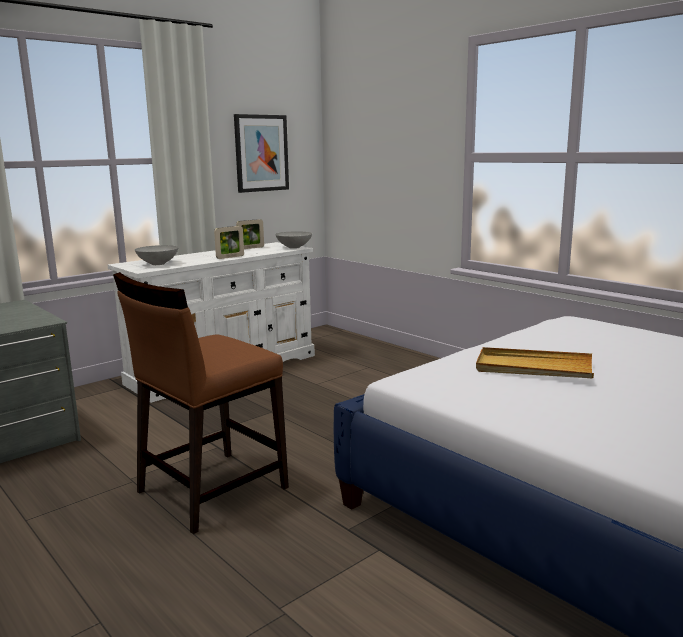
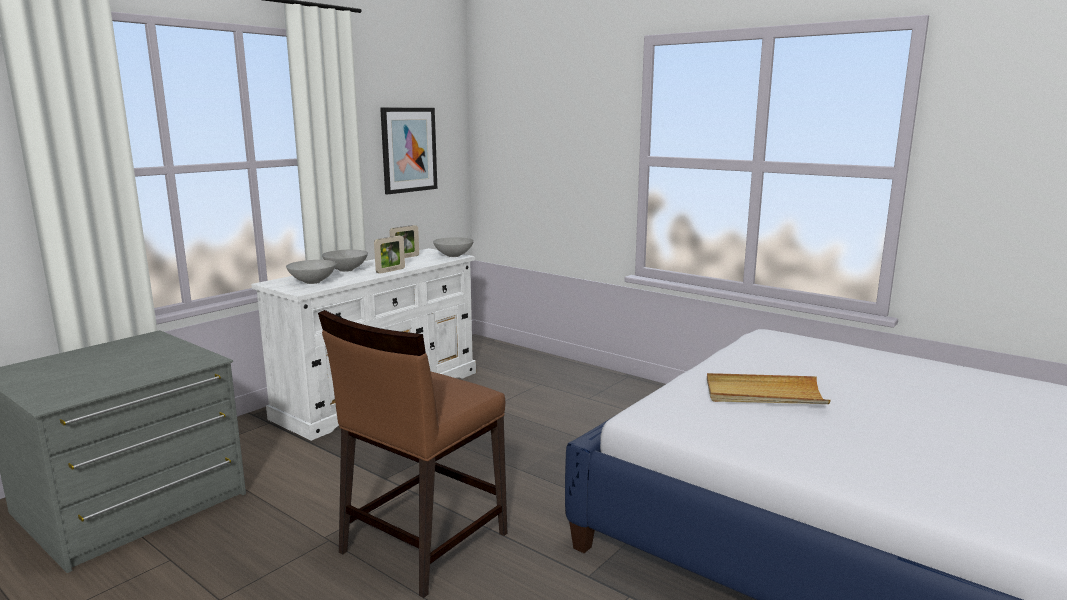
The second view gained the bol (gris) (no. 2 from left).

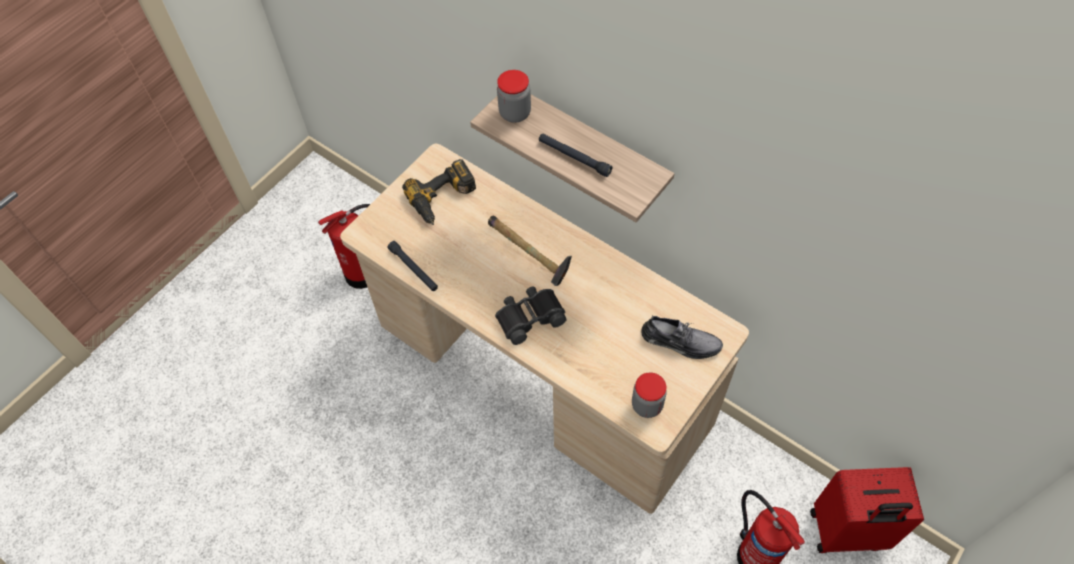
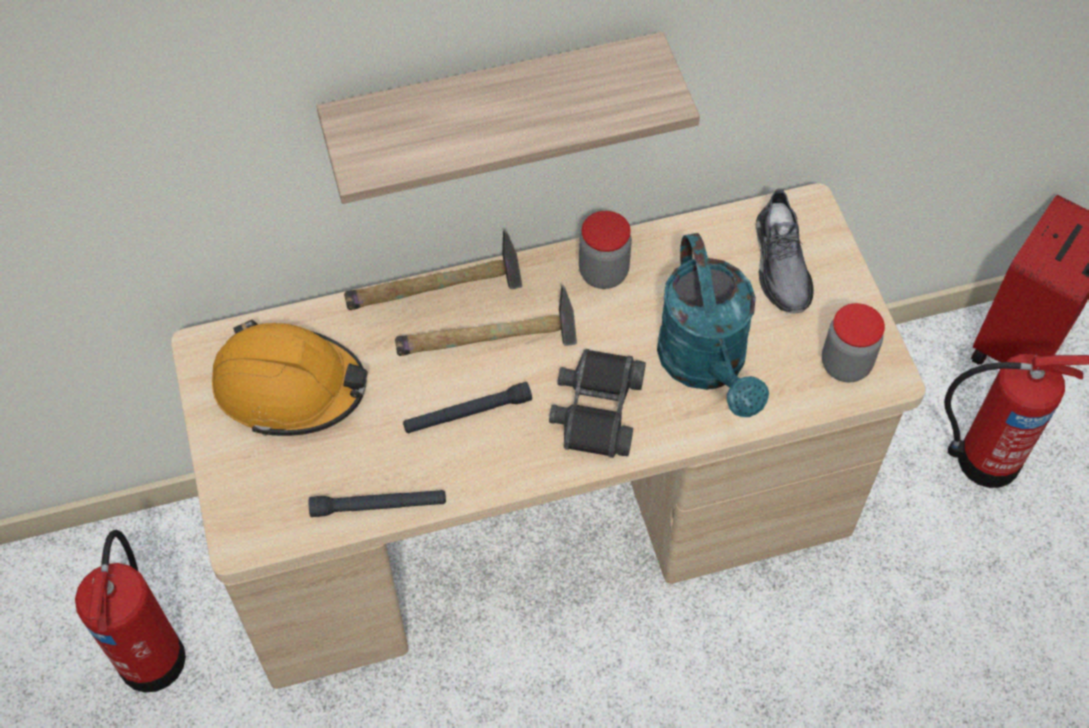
Where the perceuse stood, the casque de chantier (orange) came to stand. The bocal (no. 1 from left) ended up elsewhere. The lampe de poche (noir) (no. 2 from left) ended up elsewhere. The chaussure (gris) ended up facing another way, 120 degrees clockwise from before. The second view gained the marteau (no. 1 from left). The second view gained the arrosoir (turquoise).

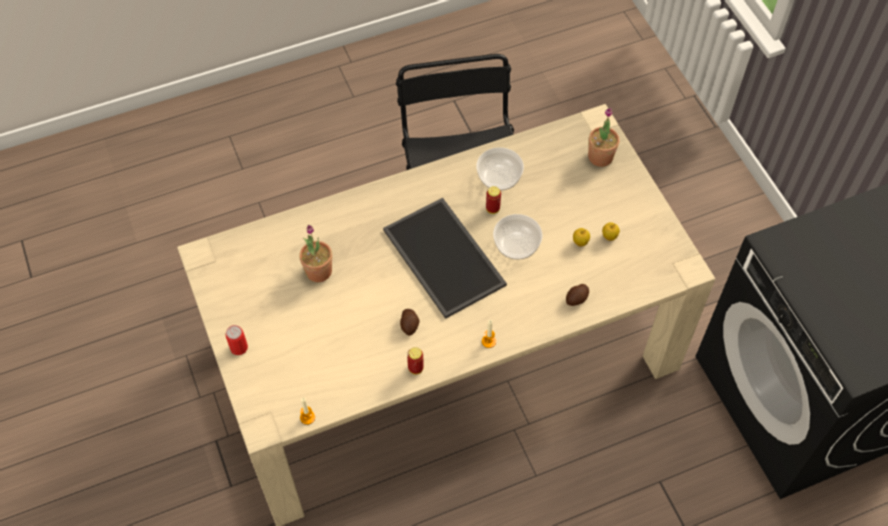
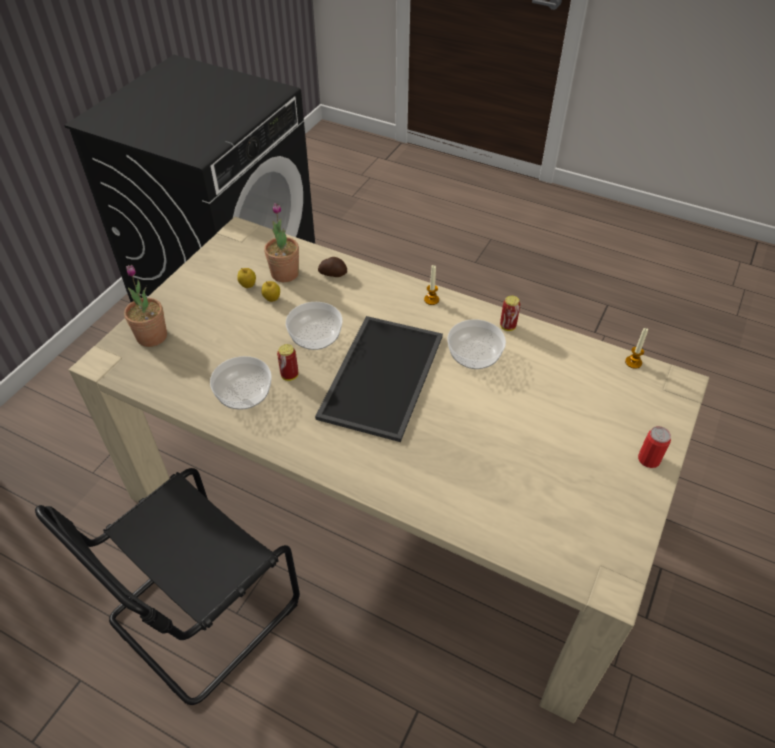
The plante en pot (no. 1 from left in the first image) ended up elsewhere. Where the pomme de terre (no. 1 from left) stood, the bol (no. 3 from left) came to stand.

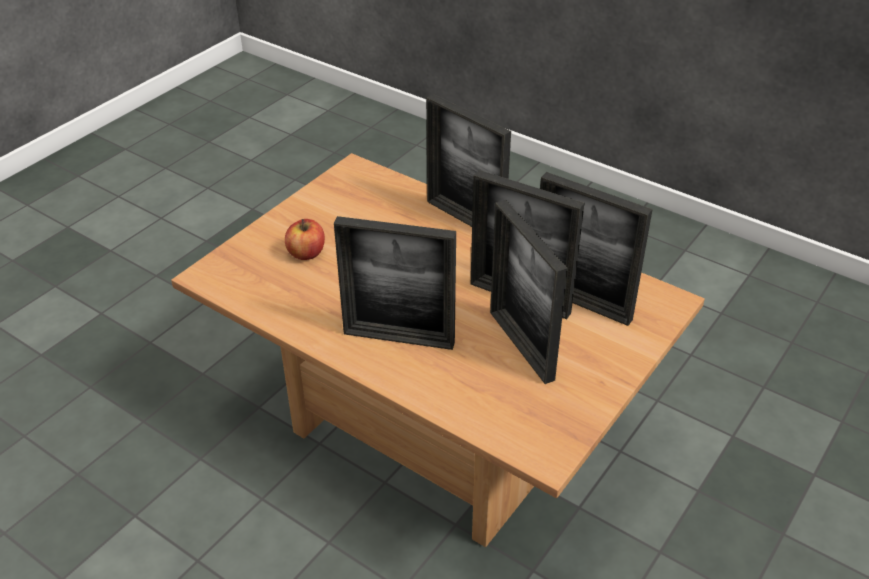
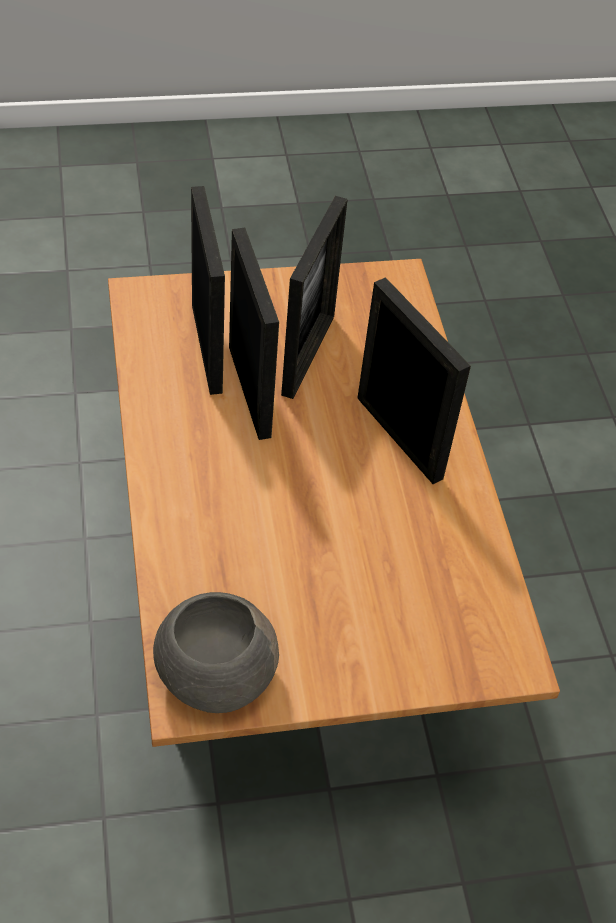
The second view lost the pomme. The second view lost the cadre photo (no. 2 from left). The second view gained the bol (gris).

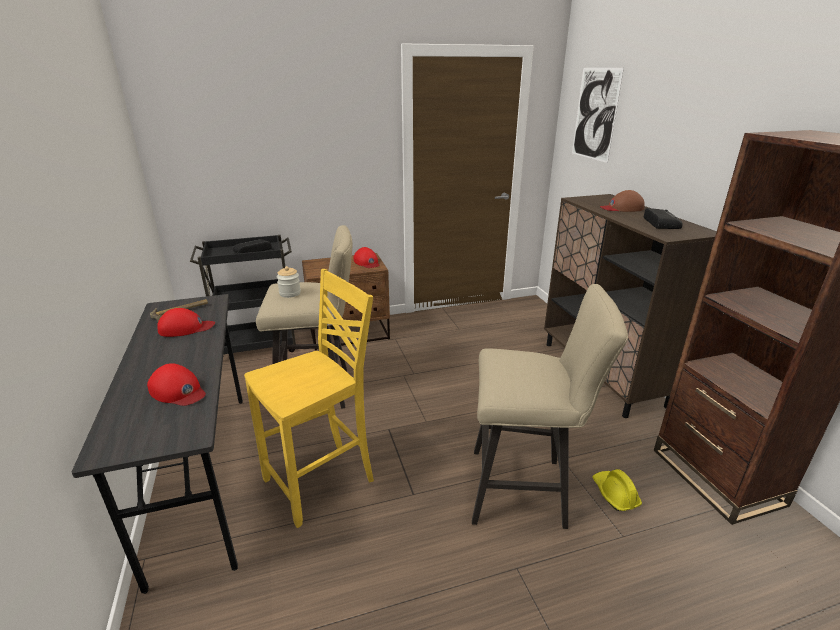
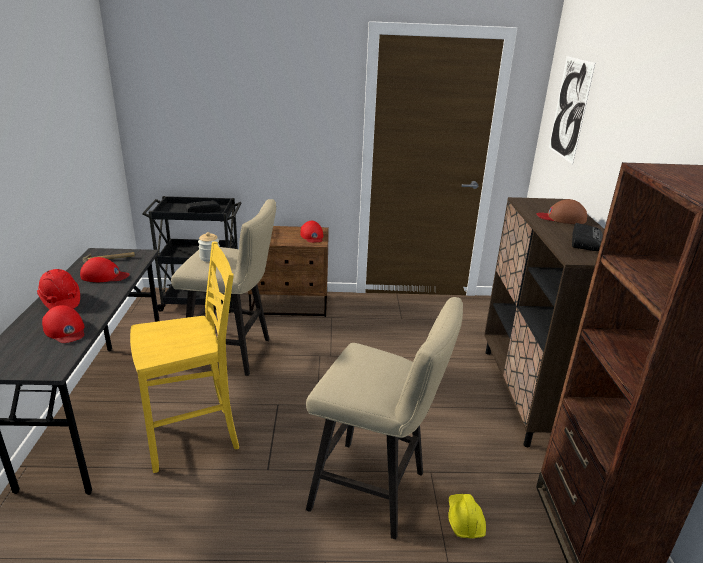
The second view gained the casque de chantier (rouge).

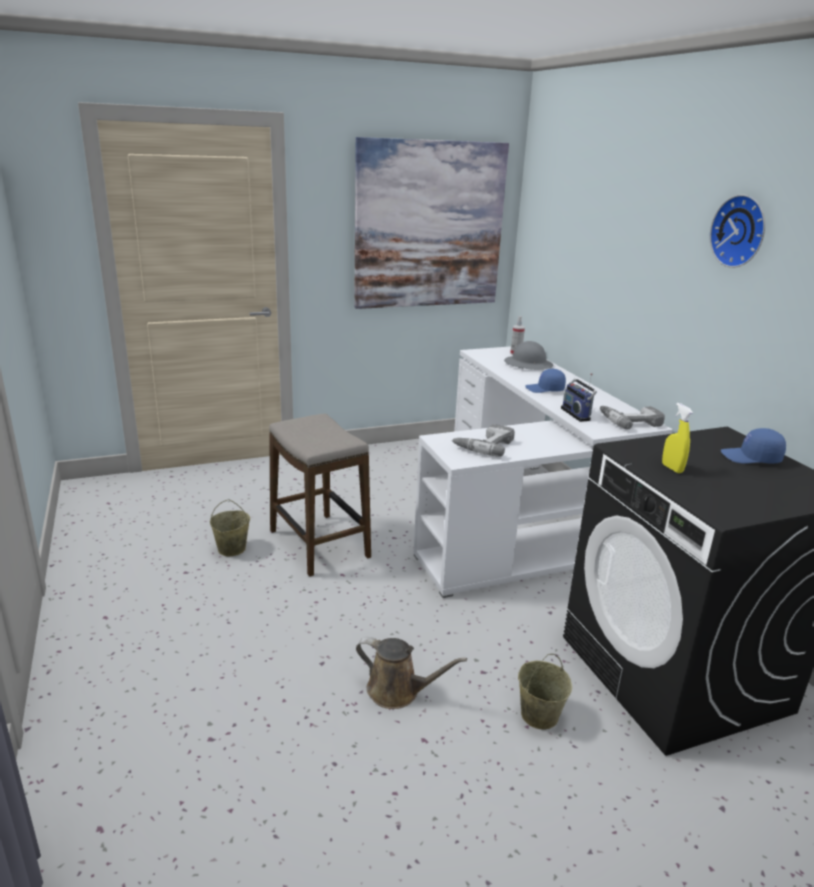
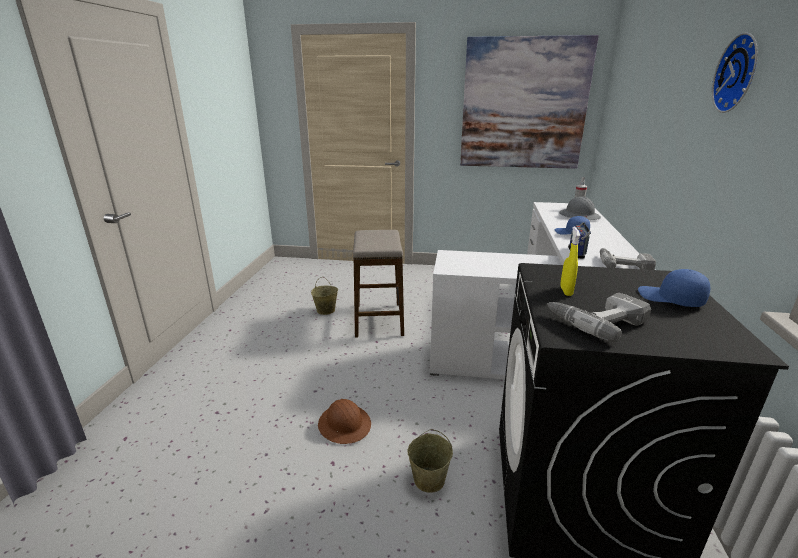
Where the arrosoir (marron) stood, the casque de chantier (marron) came to stand. The perceuse (no. 1 from left) ended up elsewhere.

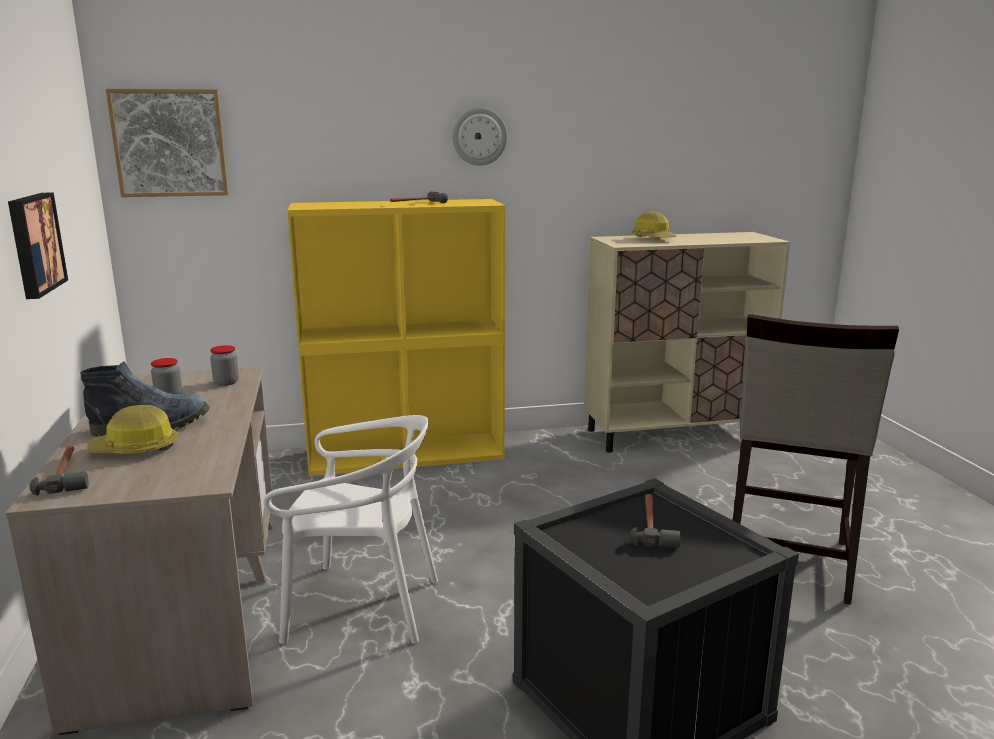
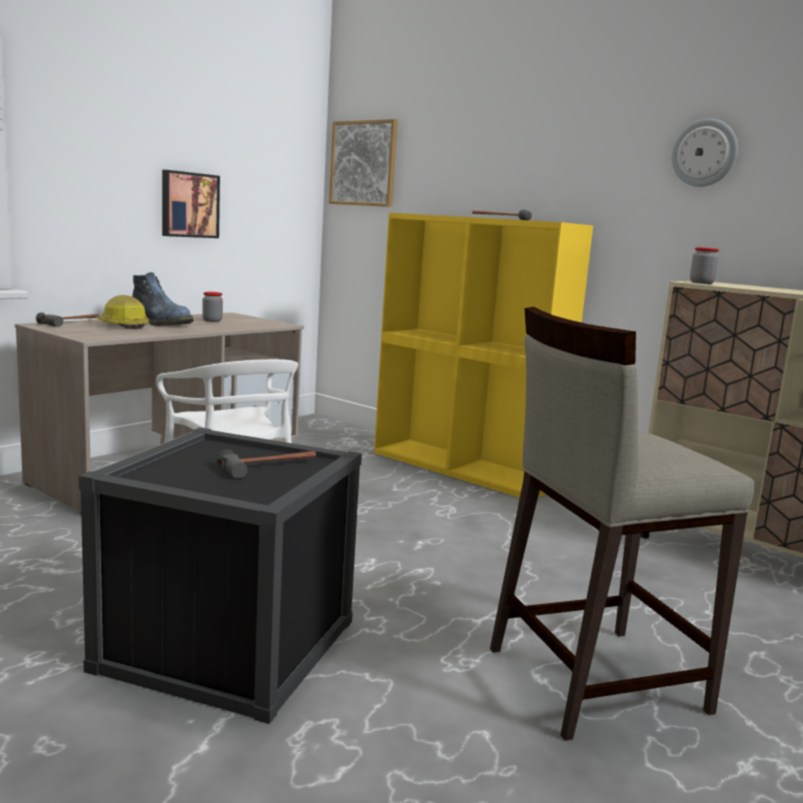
The bocal (no. 2 from left) ended up elsewhere. The horloge murale ended up elsewhere. The second view lost the casque de chantier (no. 2 from left).

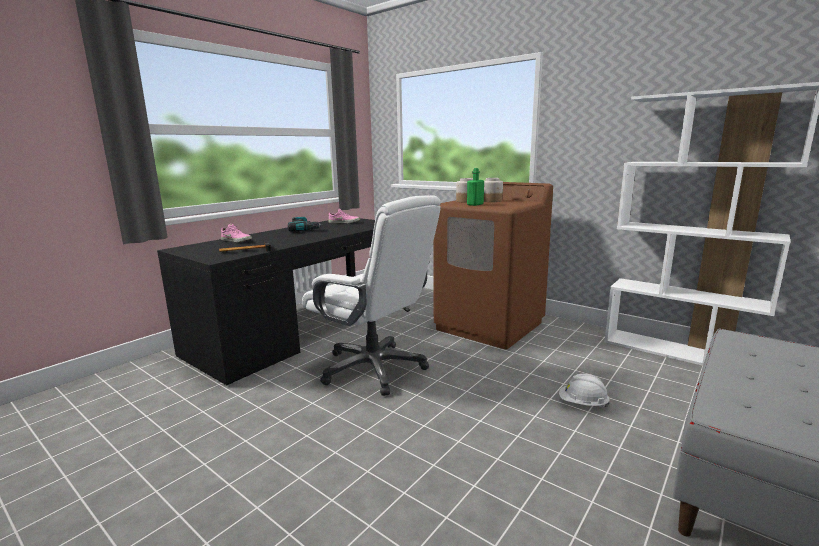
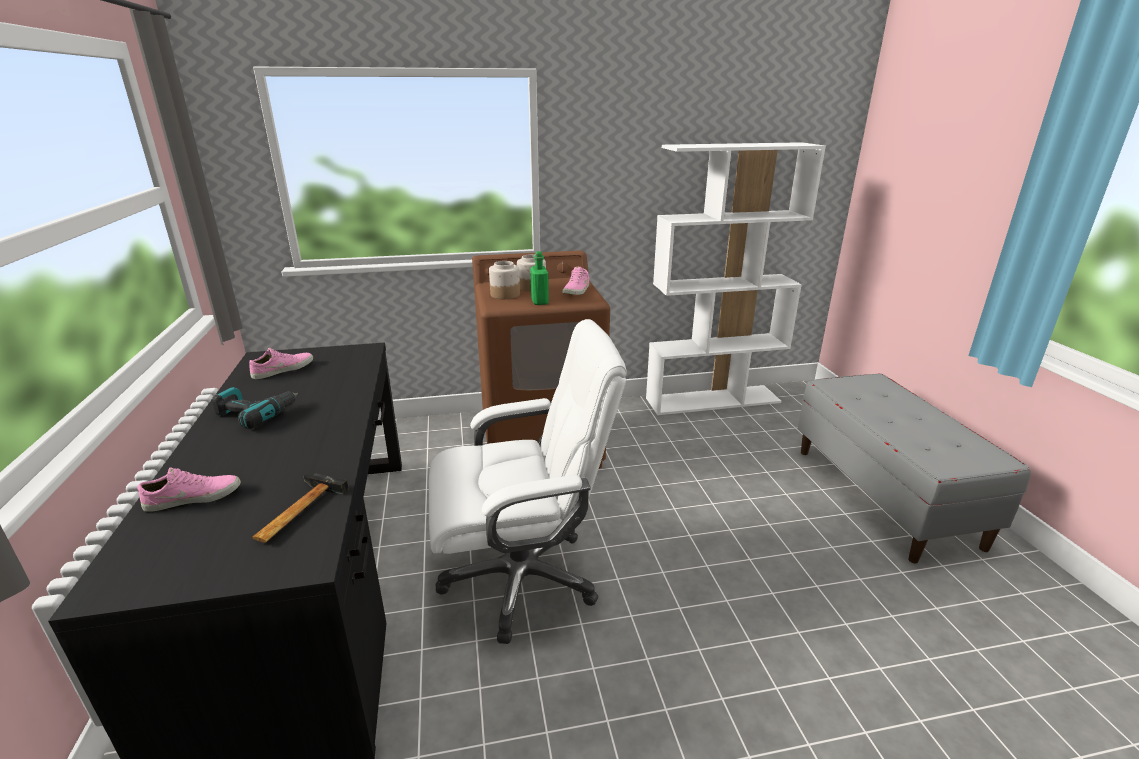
The second view lost the casque de chantier (blanc). The second view gained the chaussure (rose) (no. 3 from left).

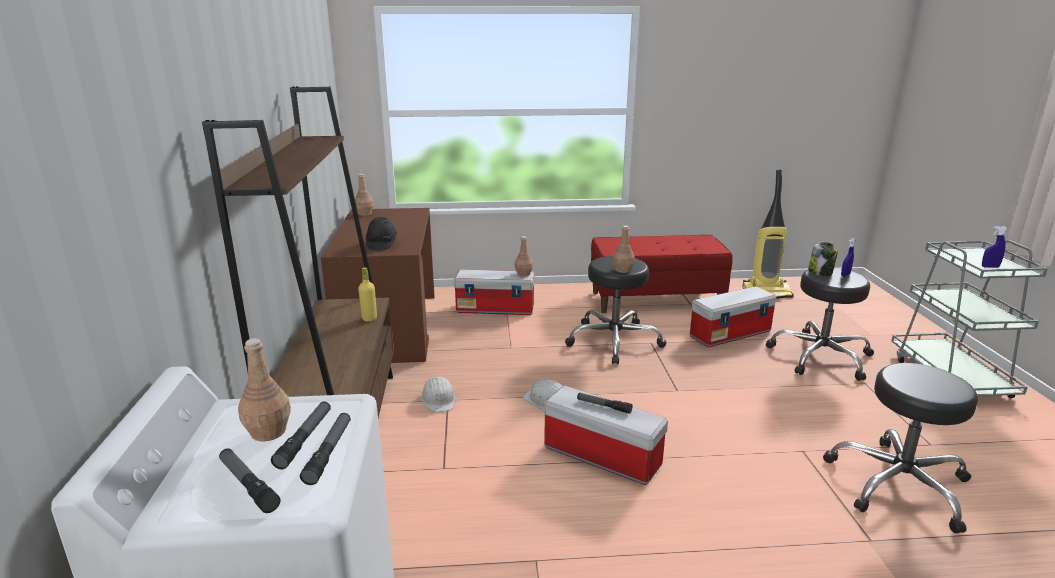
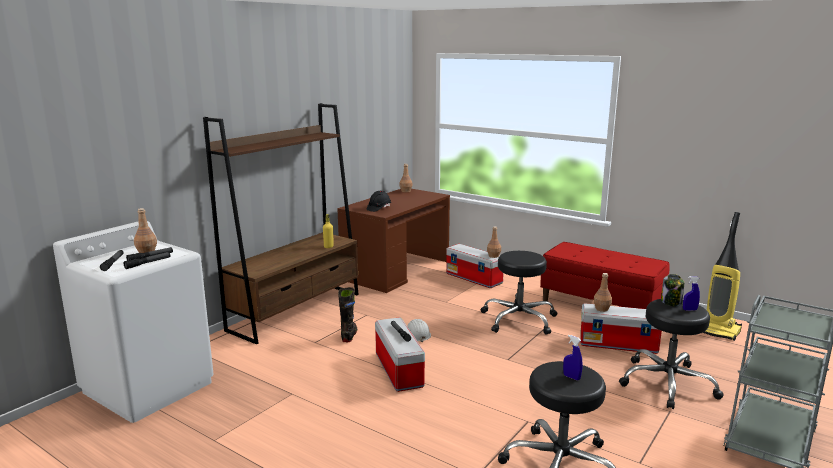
The second view lost the casque de chantier (blanc) (no. 1 from left). The bouteille (marron) (no. 4 from left) ended up elsewhere. The vaporisateur (bleu) (no. 2 from left in the first image) ended up elsewhere. The second view gained the botte (noir).

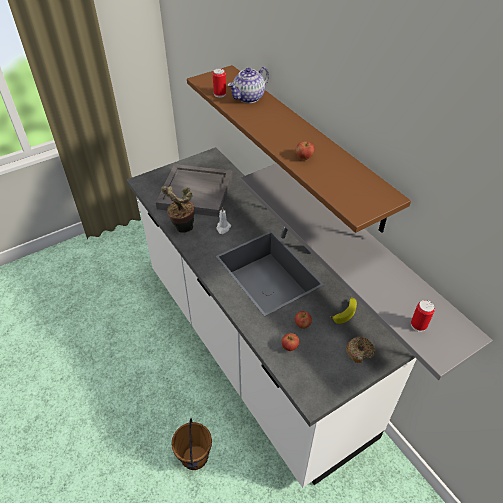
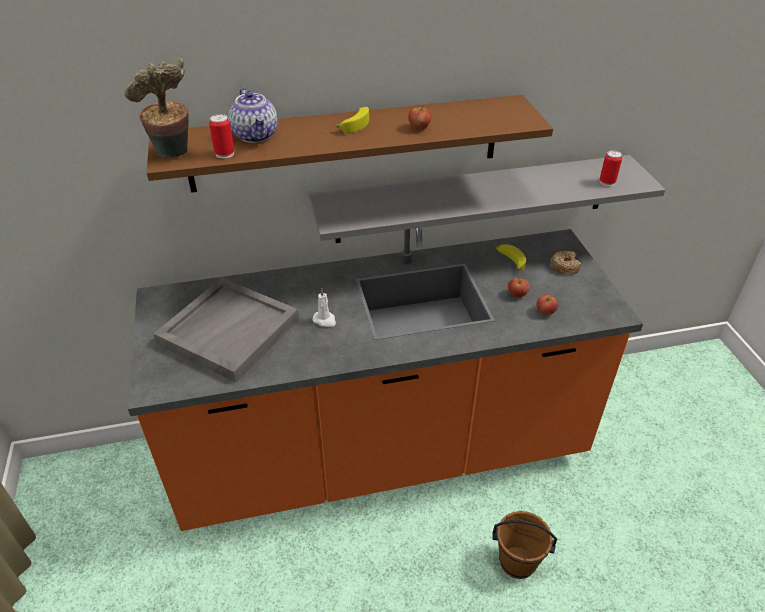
What was the comptoir de cuisine (blanc) turned into the comptoir de cuisine (orange). The plante en pot ended up elsewhere. The second view gained the banane (no. 1 from left).

